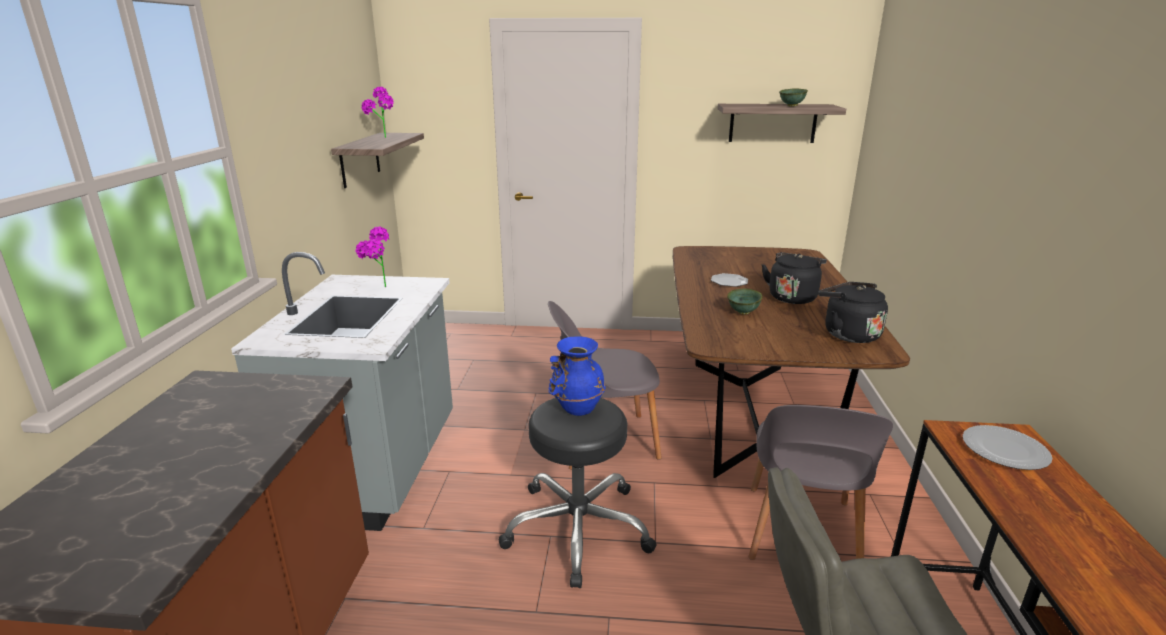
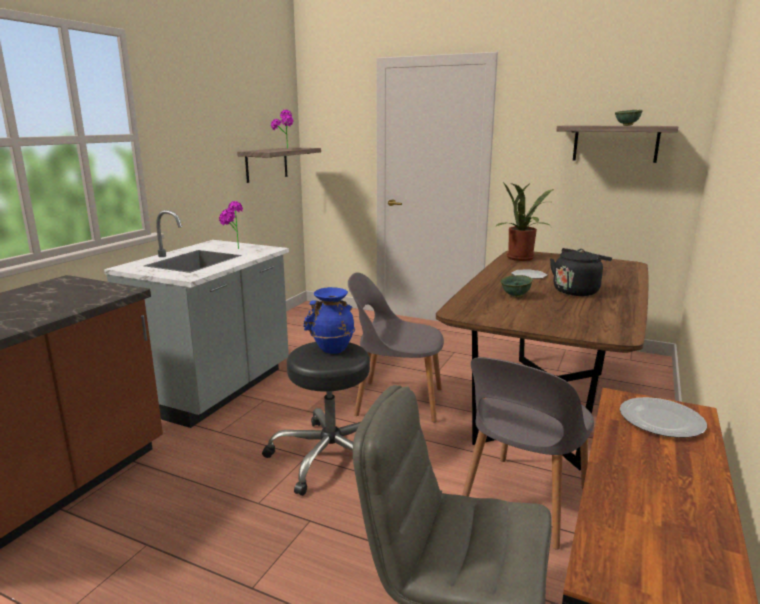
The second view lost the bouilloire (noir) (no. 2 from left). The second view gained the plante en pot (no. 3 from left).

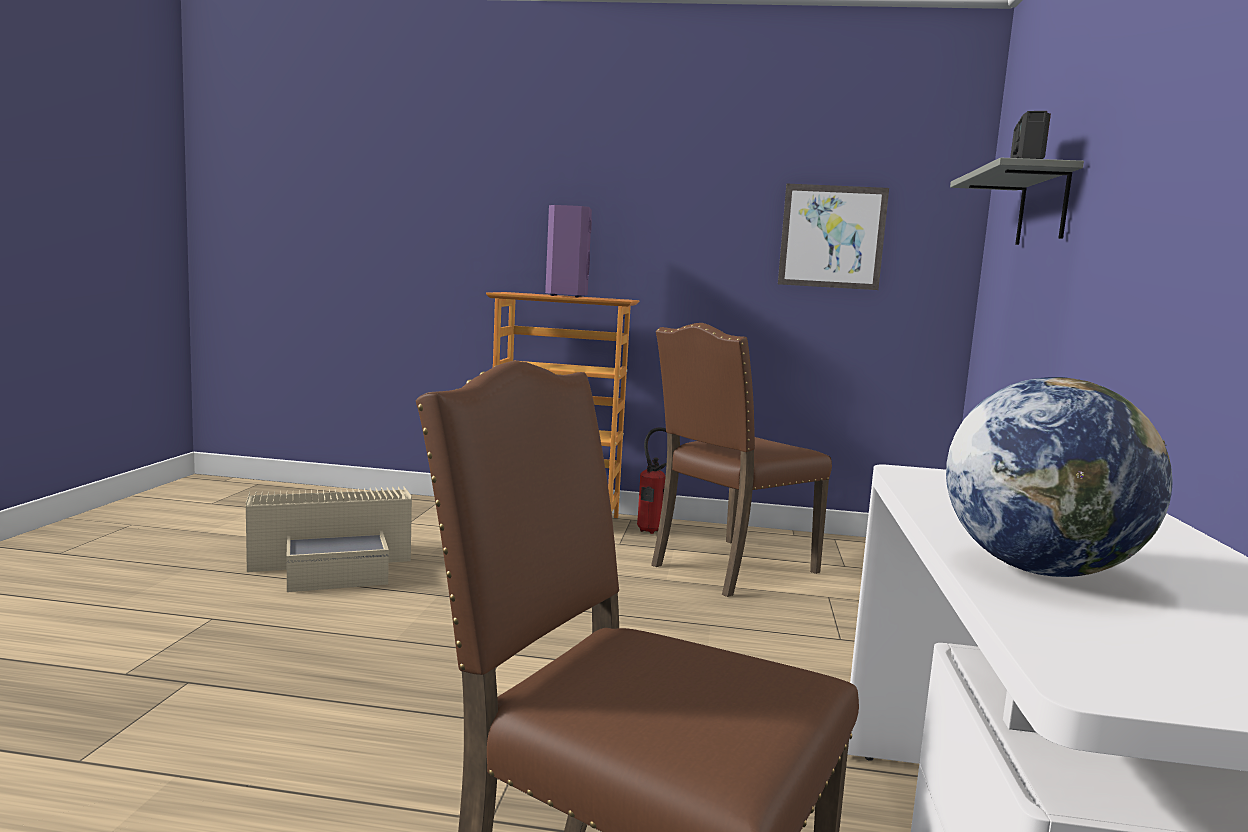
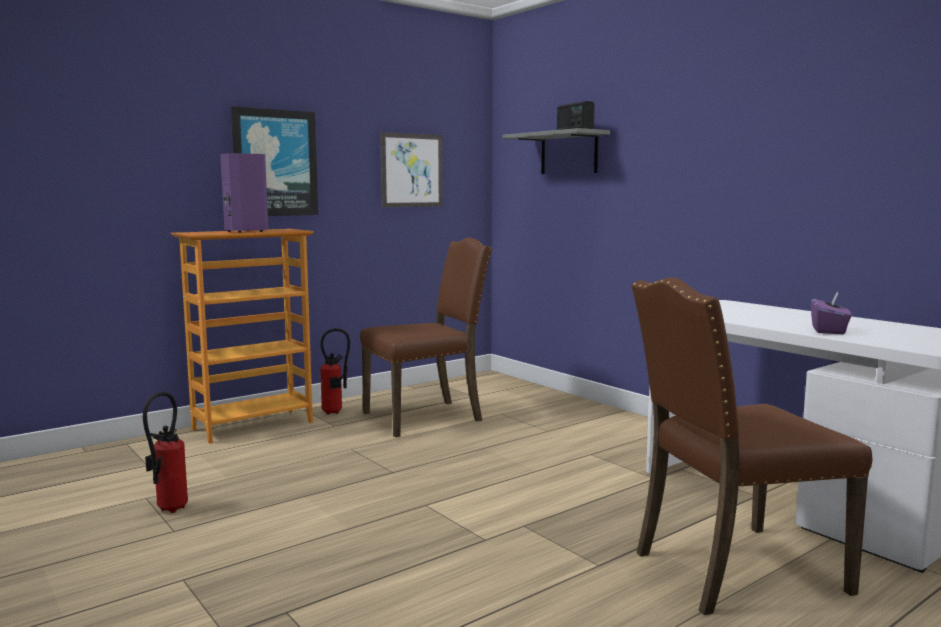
Where the boîte de rangement (beige) stood, the extincteur (no. 1 from left) came to stand. The chaise (marron) (no. 2 from left in the first image) ended up facing another way, 120 degrees counterclockwise from before. Where the globe stood, the boîte à mouchoirs (violet) came to stand. The second view gained the tableau (no. 1 from left).

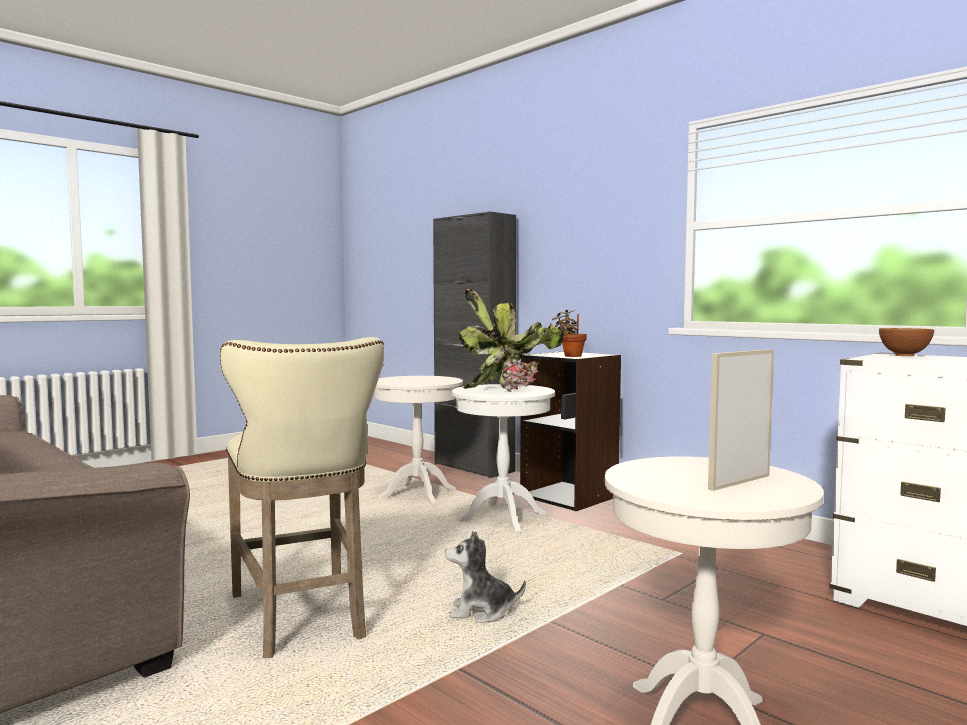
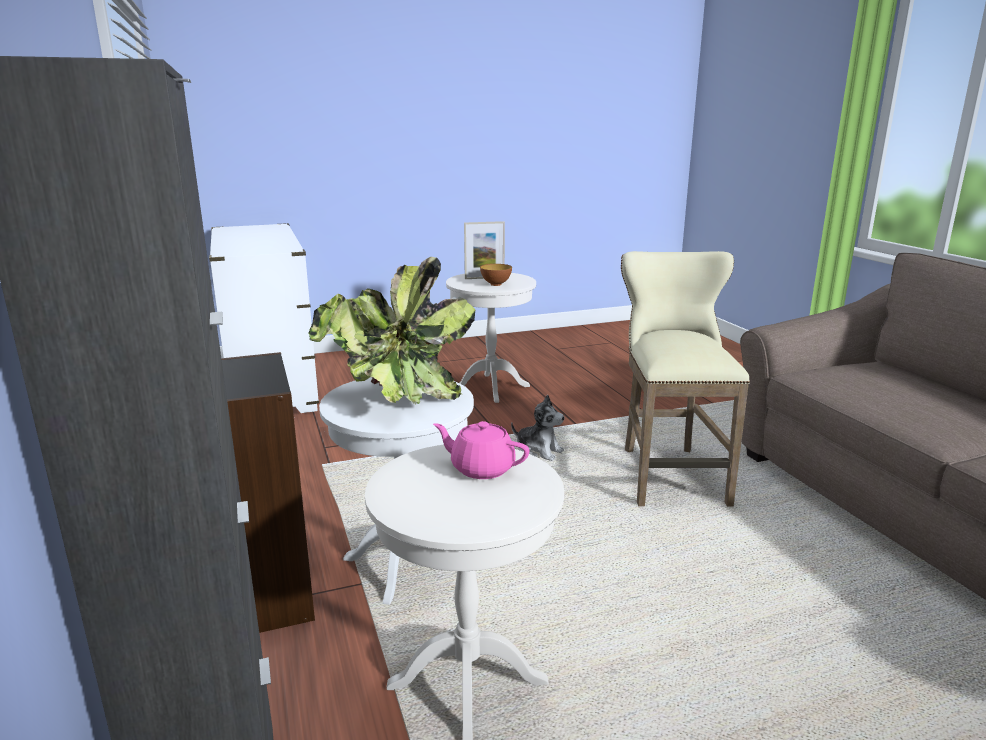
The second view lost the plante en pot (no. 2 from left). The bol ended up elsewhere. The second view gained the théière (rose).

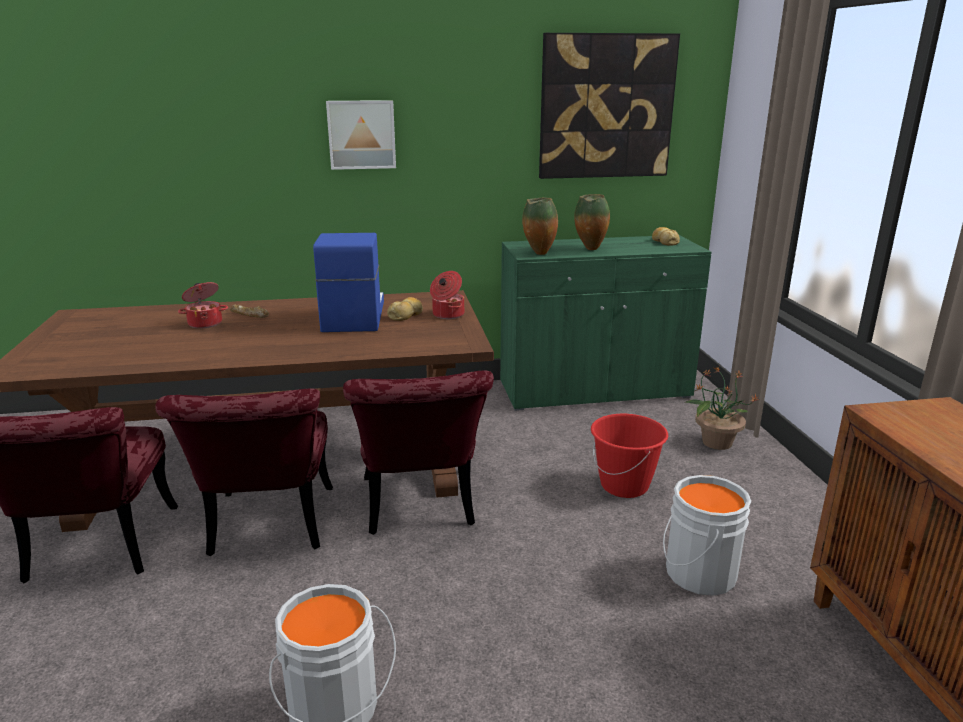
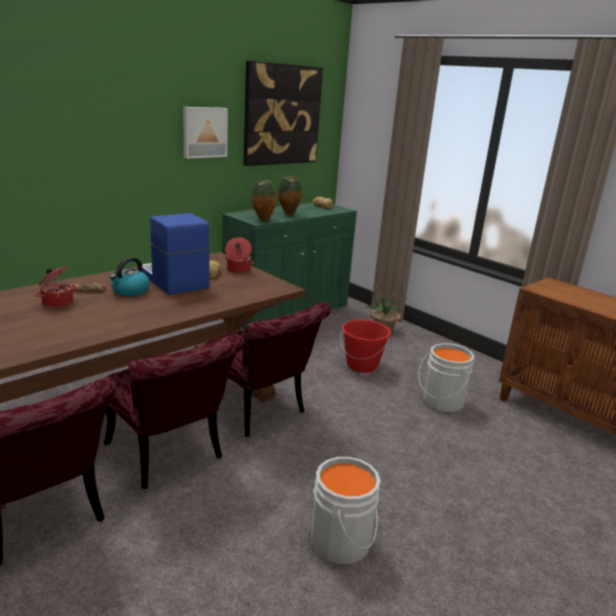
The tableau (no. 1 from left) ended up elsewhere. The second view gained the bouilloire.

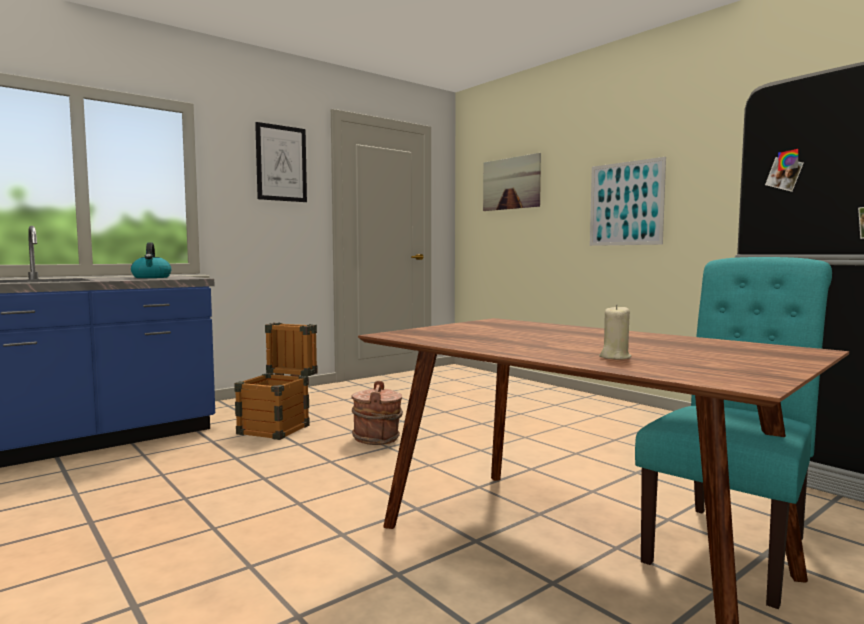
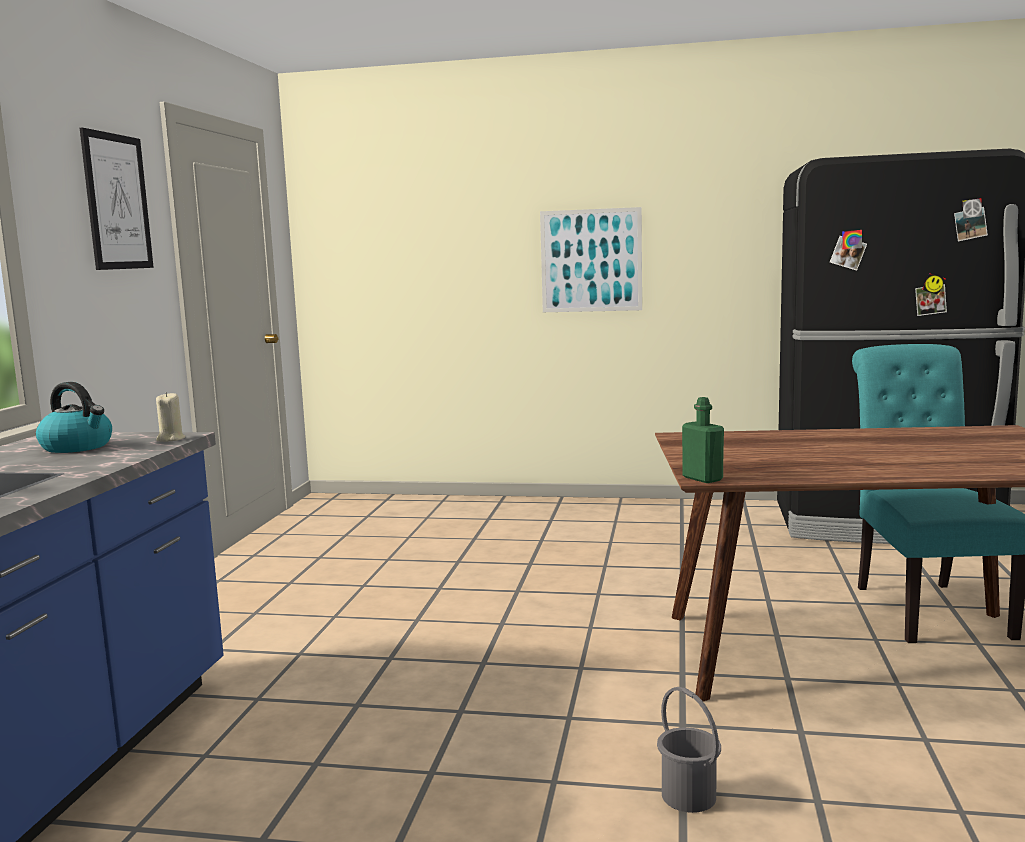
The second view lost the caisse. The second view lost the seau (marron). The second view lost the tableau (no. 2 from left). The bougie (beige) ended up elsewhere. The second view gained the seau (gris). The second view gained the bouteille (vert).

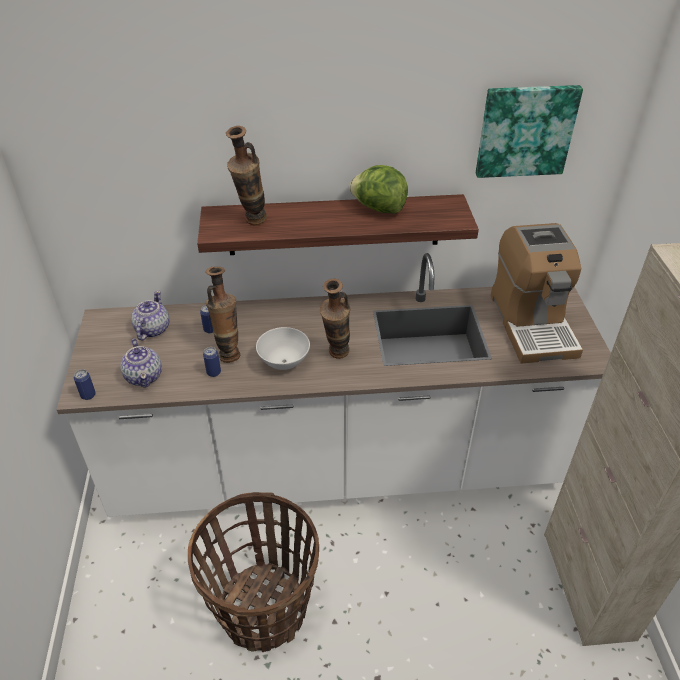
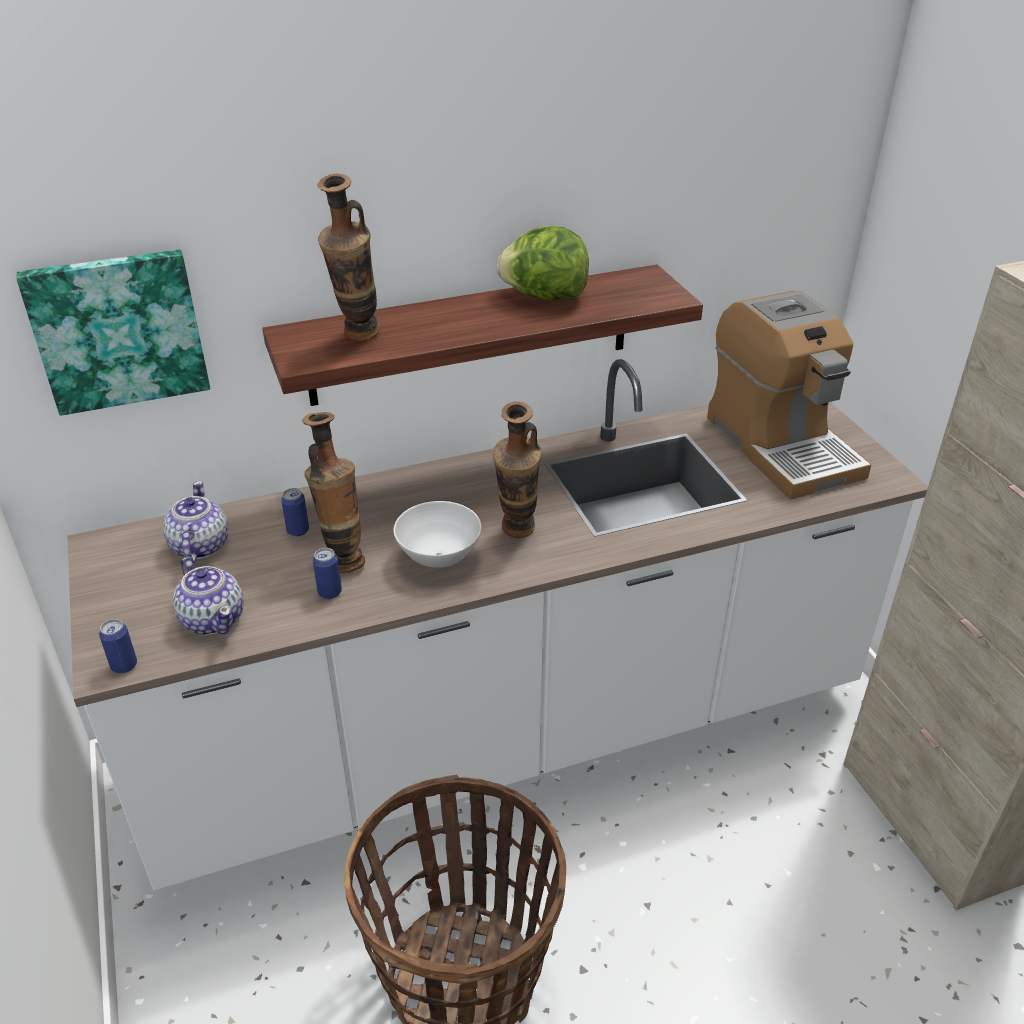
The tableau ended up elsewhere.

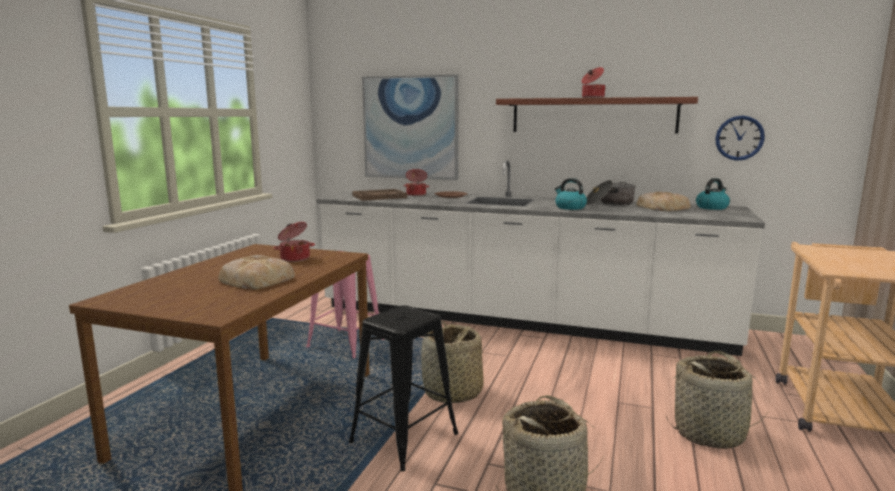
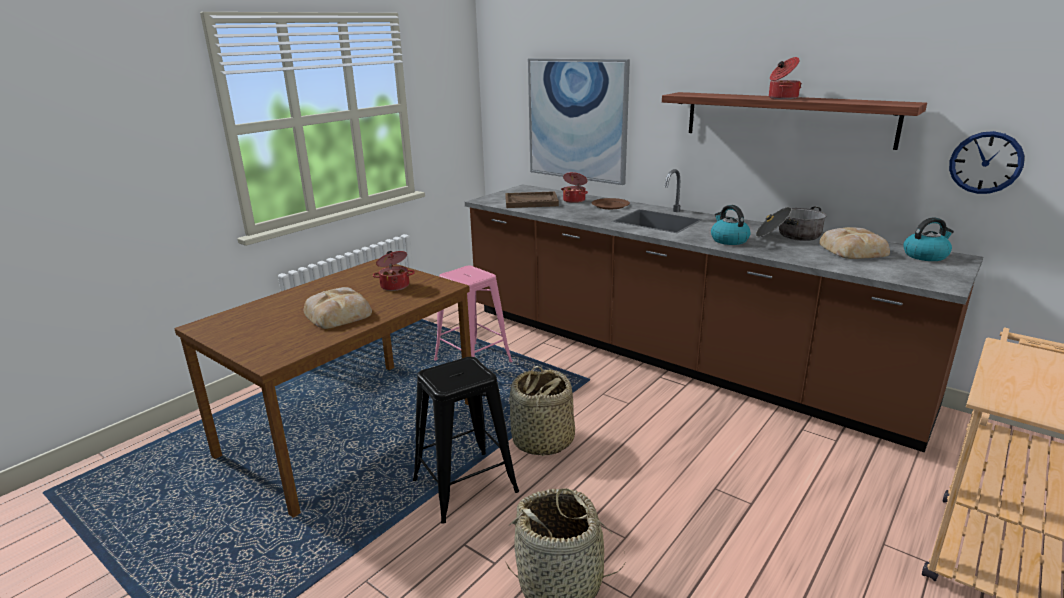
What was the comptoir de cuisine (blanc) turned into the comptoir de cuisine (marron). The second view lost the panier (no. 3 from left).

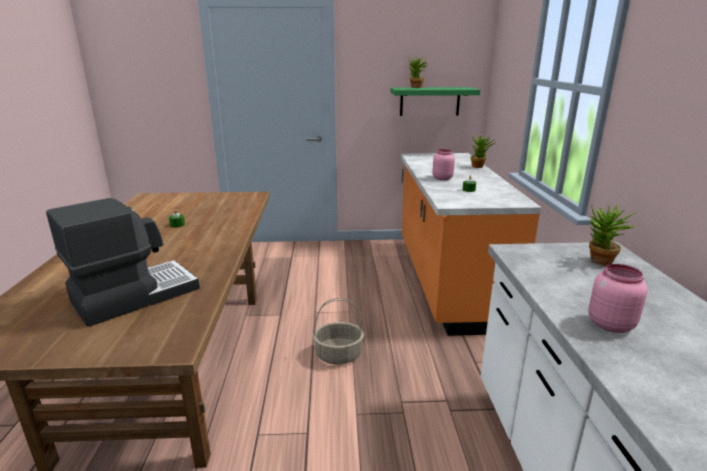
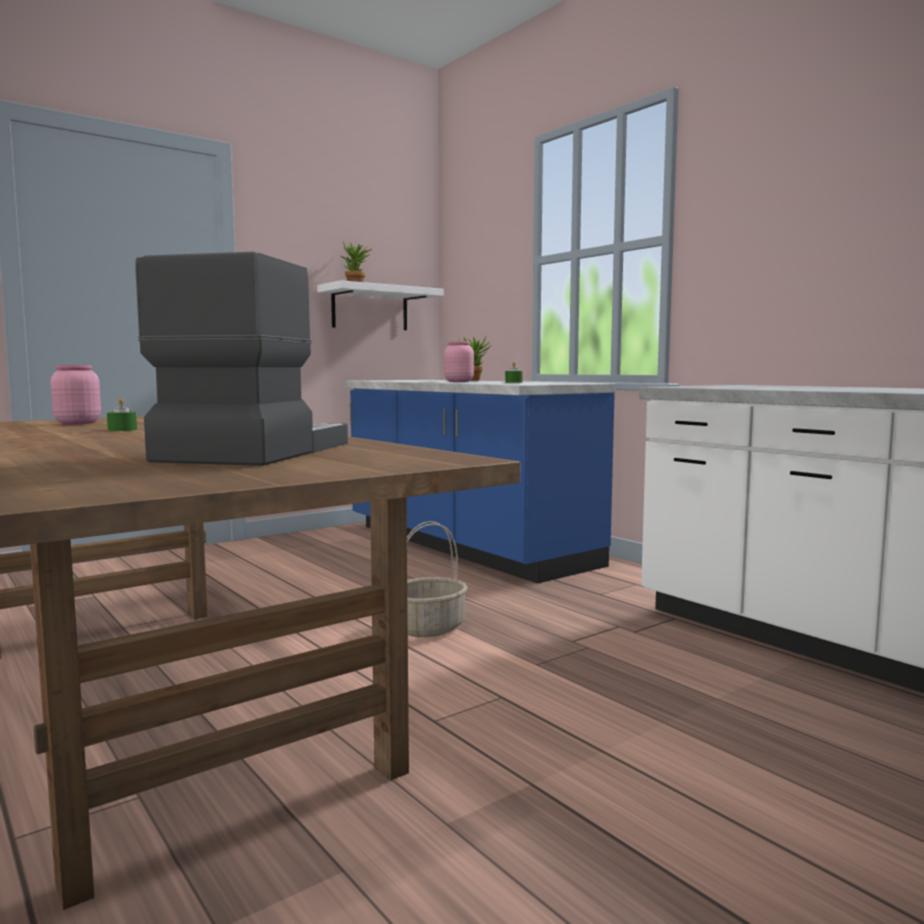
What was the étagère (vert) turned into the étagère (blanc). What was the comptoir de cuisine (orange) turned into the comptoir de cuisine (bleu). The second view lost the plante en pot (no. 3 from left). The bocal (rose) (no. 2 from left in the first image) ended up elsewhere.

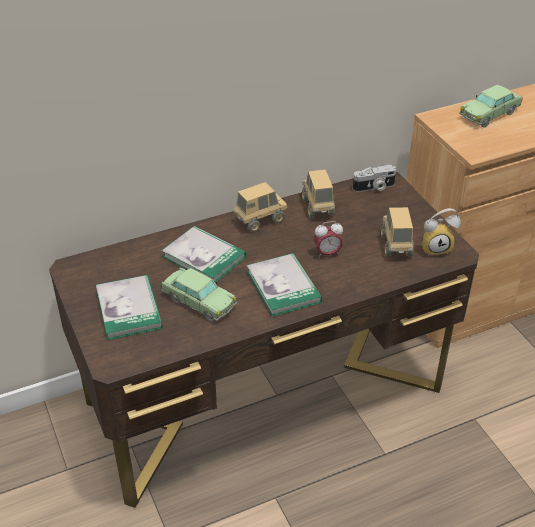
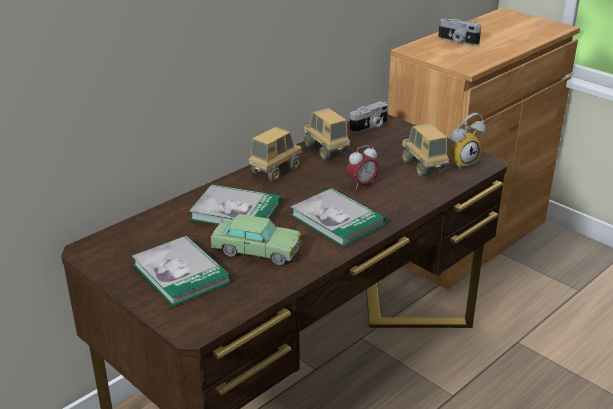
Where the petite voiture (no. 2 from left) stood, the appareil photo (no. 2 from left) came to stand.

